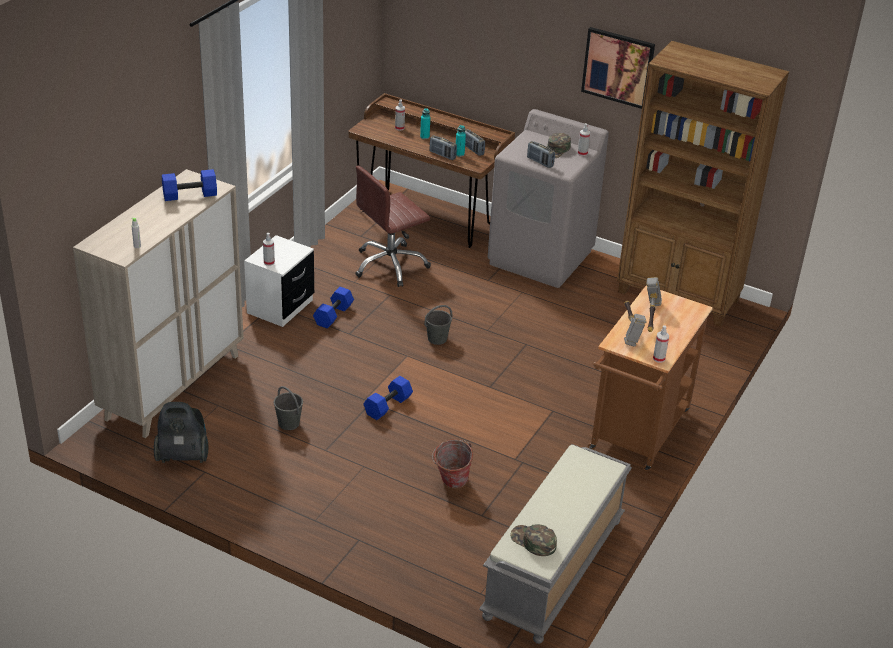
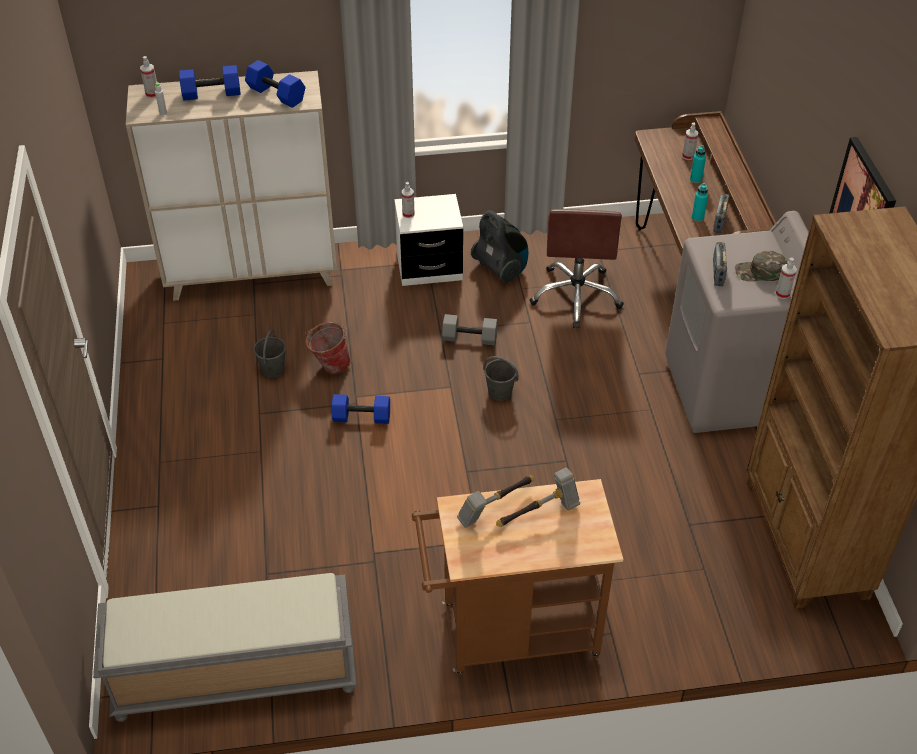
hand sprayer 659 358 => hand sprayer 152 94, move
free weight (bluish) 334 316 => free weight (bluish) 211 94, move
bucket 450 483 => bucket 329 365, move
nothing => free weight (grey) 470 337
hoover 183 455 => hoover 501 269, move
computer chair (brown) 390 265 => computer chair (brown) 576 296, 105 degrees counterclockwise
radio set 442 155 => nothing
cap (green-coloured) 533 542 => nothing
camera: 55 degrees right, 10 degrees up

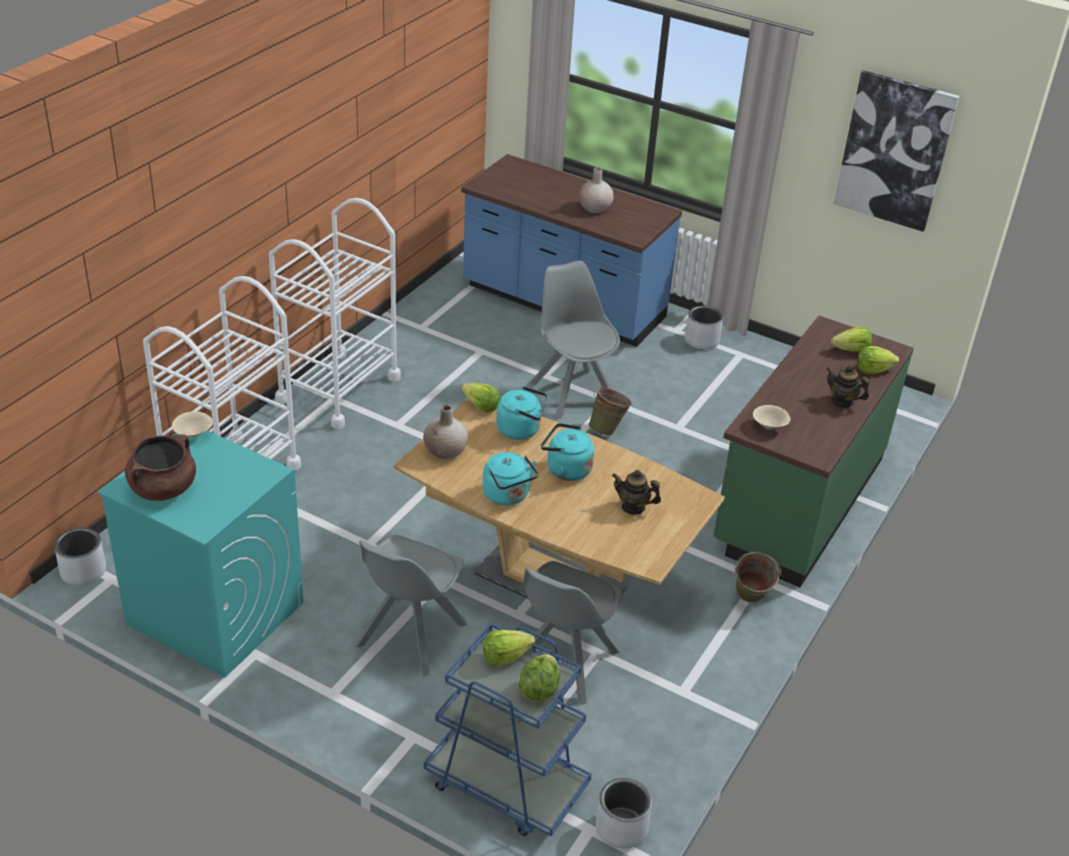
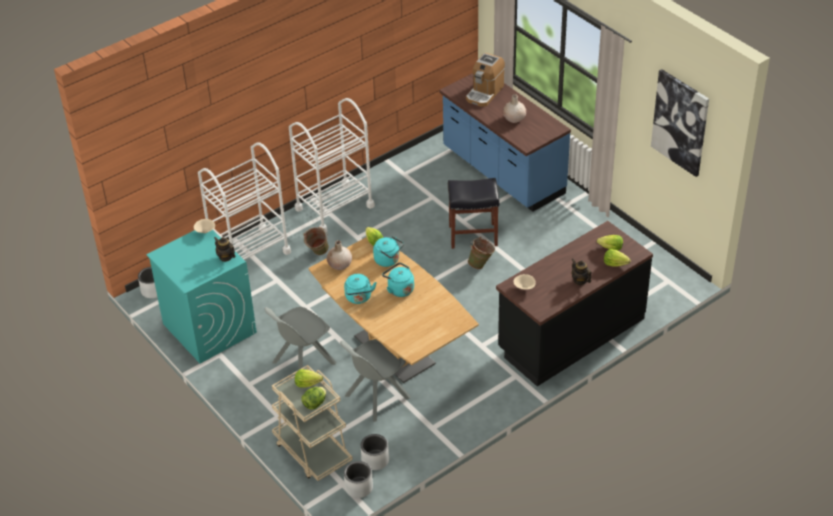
pot for tea 633 507 => pot for tea 225 257, move
wheeled cart (bluish) 505 784 => wheeled cart (beige) 312 451
bucket (green-coloured) 750 601 => bucket (green-coloured) 317 254, move
planter (grey) 702 341 => planter (grey) 375 460, move
chair (grey) 572 391 => sitting stool (blackish) 473 235
nothing => coffee brewer 484 93
kitchen base unit (green-coloured) 797 501 => kitchen base unit (blackish) 570 334
saucepot (brown) 163 488 => nothing
camera: 25 degrees right, 5 degrees up

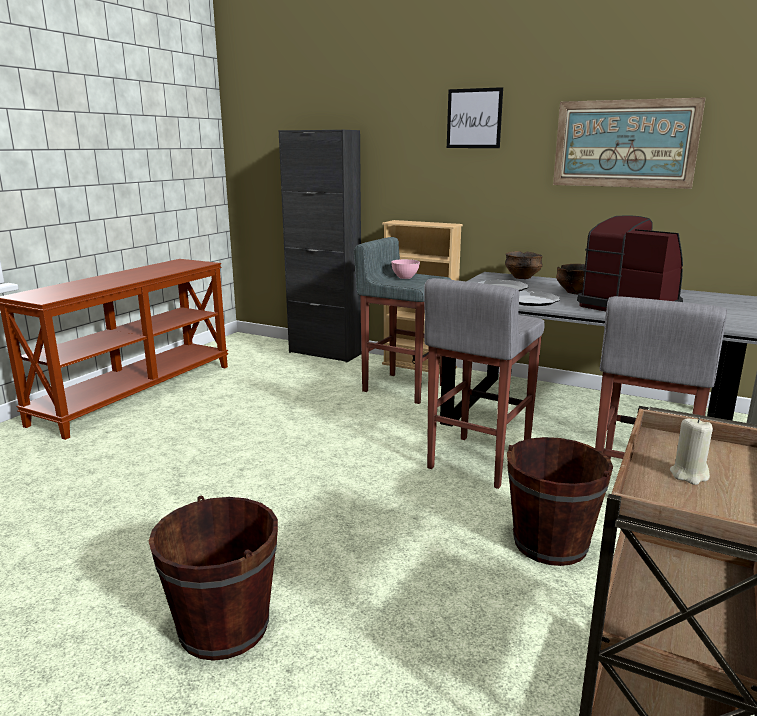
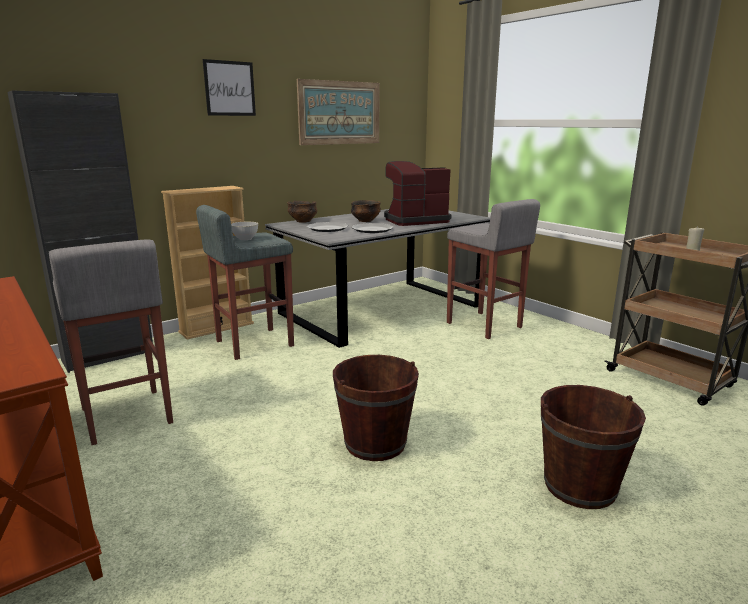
sitting stool (grey) 477 461 => sitting stool (grey) 125 416, move
bowl (pink) 405 277 => bowl (grey) 245 239
bucket (brown) 550 543 => bucket (brown) 375 443, move
camera: 65 degrees left, 0 degrees up

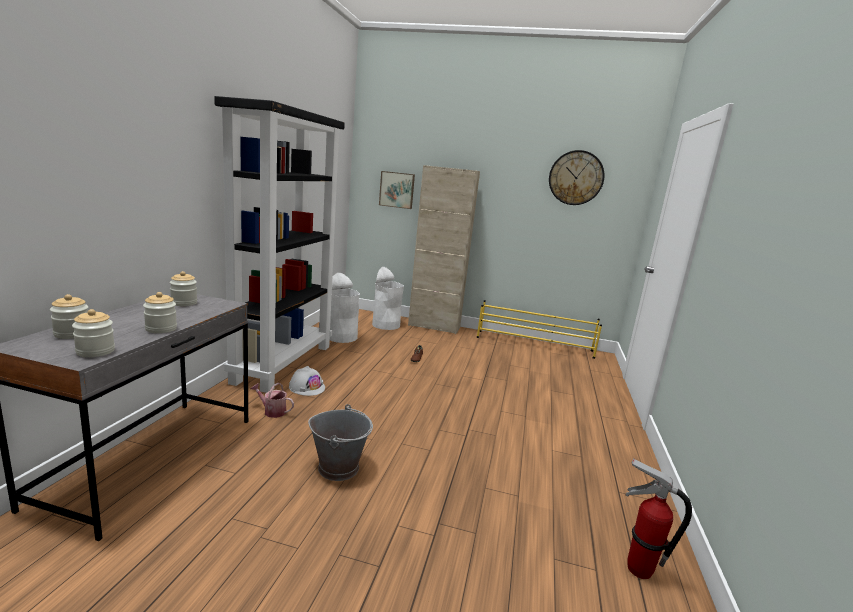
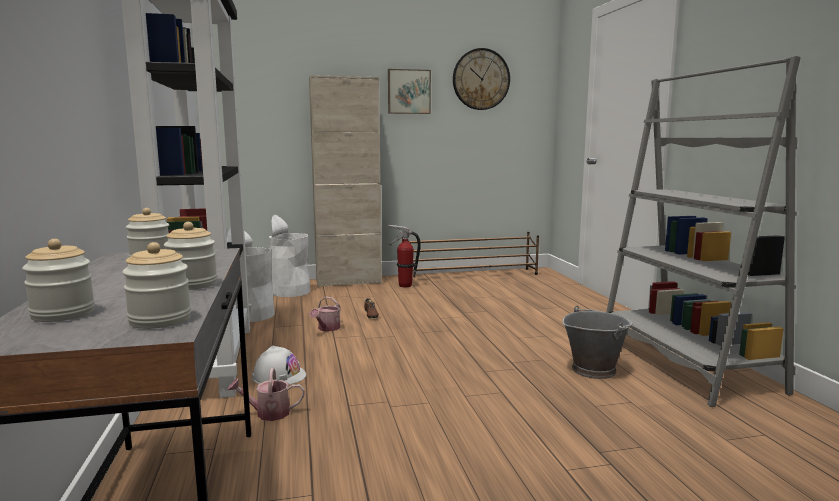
nothing => watering pot 327 329
wall picture 397 190 => wall picture 408 92, move
extinguisher 638 569 => extinguisher 404 285, move
shoe rack (yellow) 535 344 => shoe rack (brown) 470 275
bucket (grey) 339 467 => bucket (grey) 593 369, move
nothing => bookcase (grey) 685 363
camera: 25 degrees left, 5 degrees down

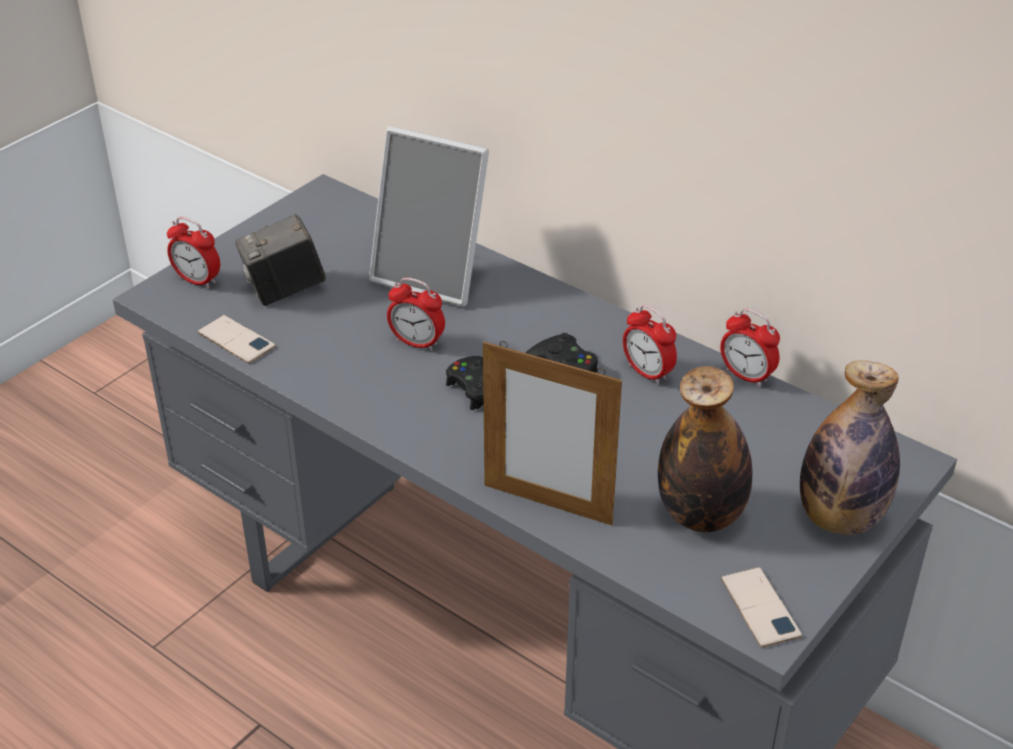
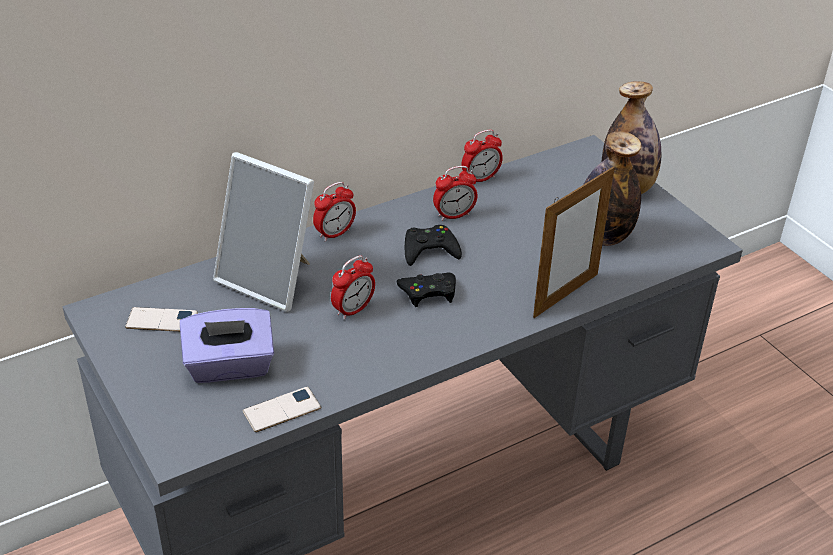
telephone 760 607 => telephone 161 320, move
still camera 284 290 => box of tissues (purplish) 230 367
standing frame 434 275 => standing frame 270 280, 75 degrees clockwise
table clock 197 280 => table clock 334 233, move
camera: 70 degrees left, 0 degrees up

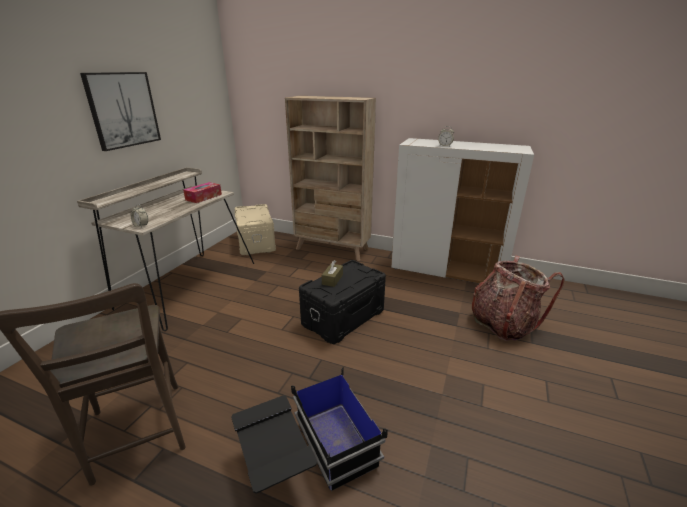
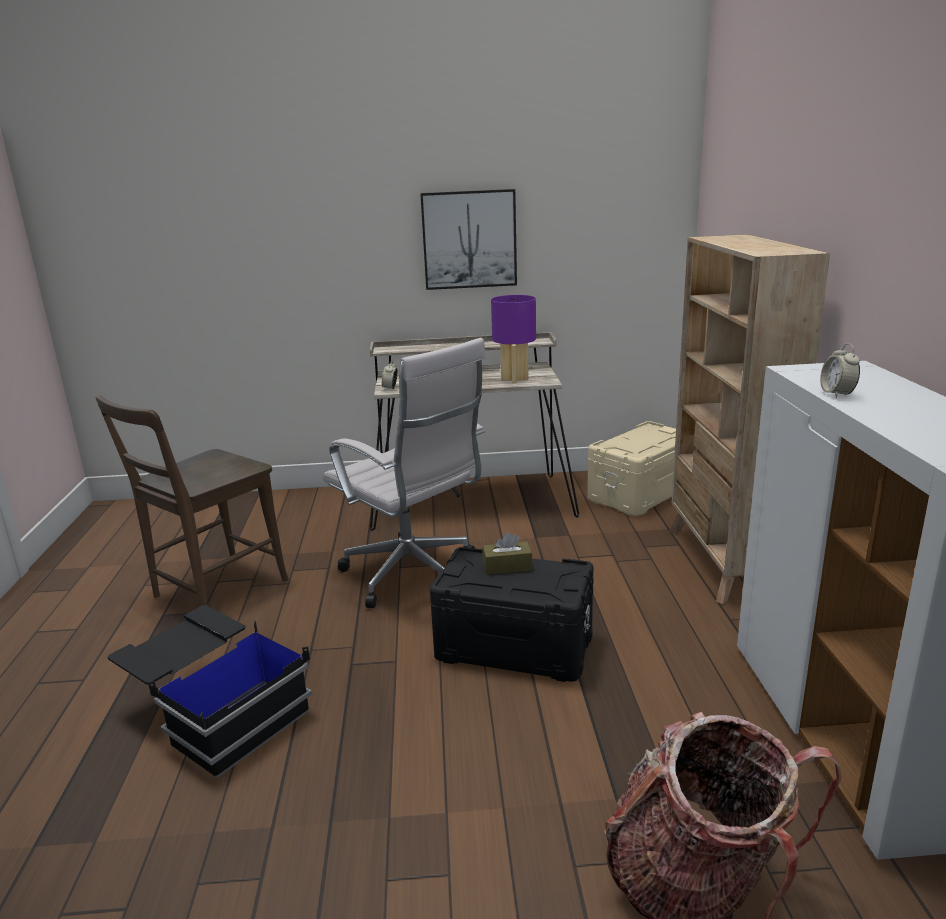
nothing => computer chair (whitish) 414 576
box of tissues 203 197 => table lamp (purplish) 515 379
camera: 65 degrees right, 5 degrees down

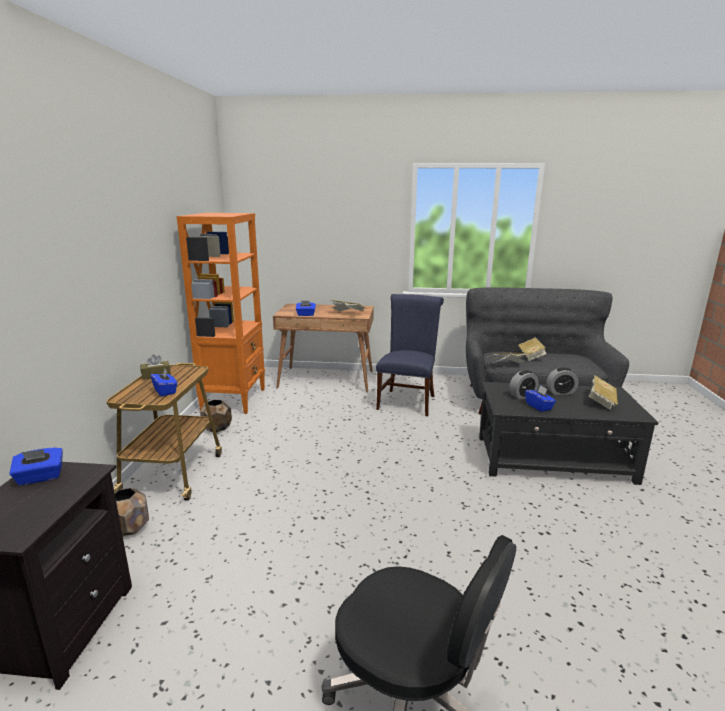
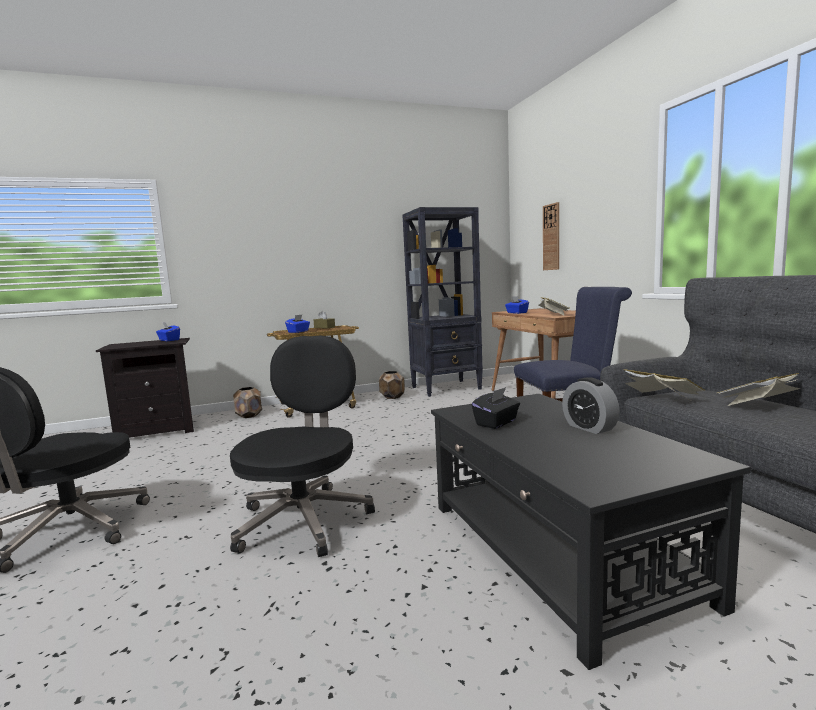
nothing => computer chair (blackish) 304 519
bookcase (orange-coloured) 234 399 => bookcase (blackish) 447 388
box of tissues (bluish) 539 406 => box of tissues (blackish) 496 423
nothing => hanging clock 551 237
table clock 522 395 => nothing
bound book 601 401 => nothing
camera: 65 degrees right, 10 degrees down

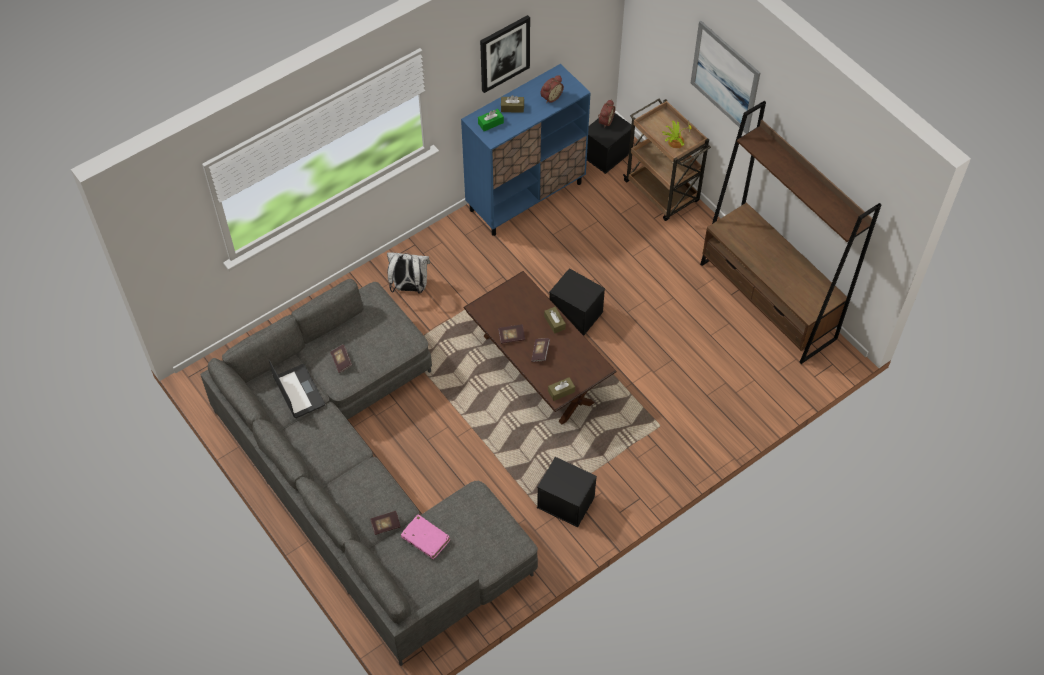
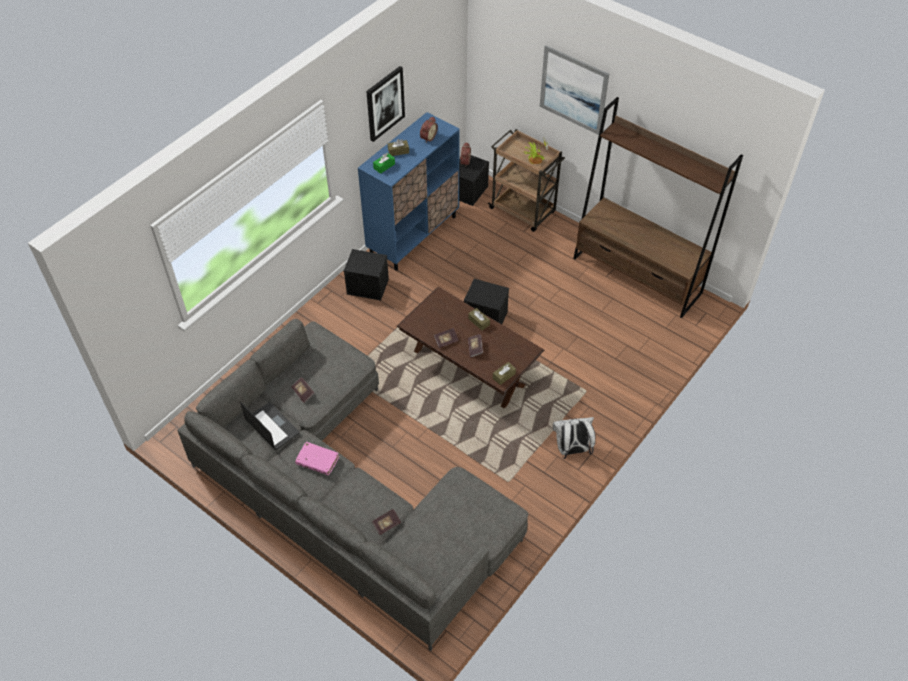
bound book (pink) 425 539 => bound book (pink) 317 461, move
storage container (blackish) 566 502 => storage container (blackish) 368 286, move
rucksack (whitish) 409 287 => rucksack (whitish) 572 450, move
camera: 15 degrees left, 5 degrees down

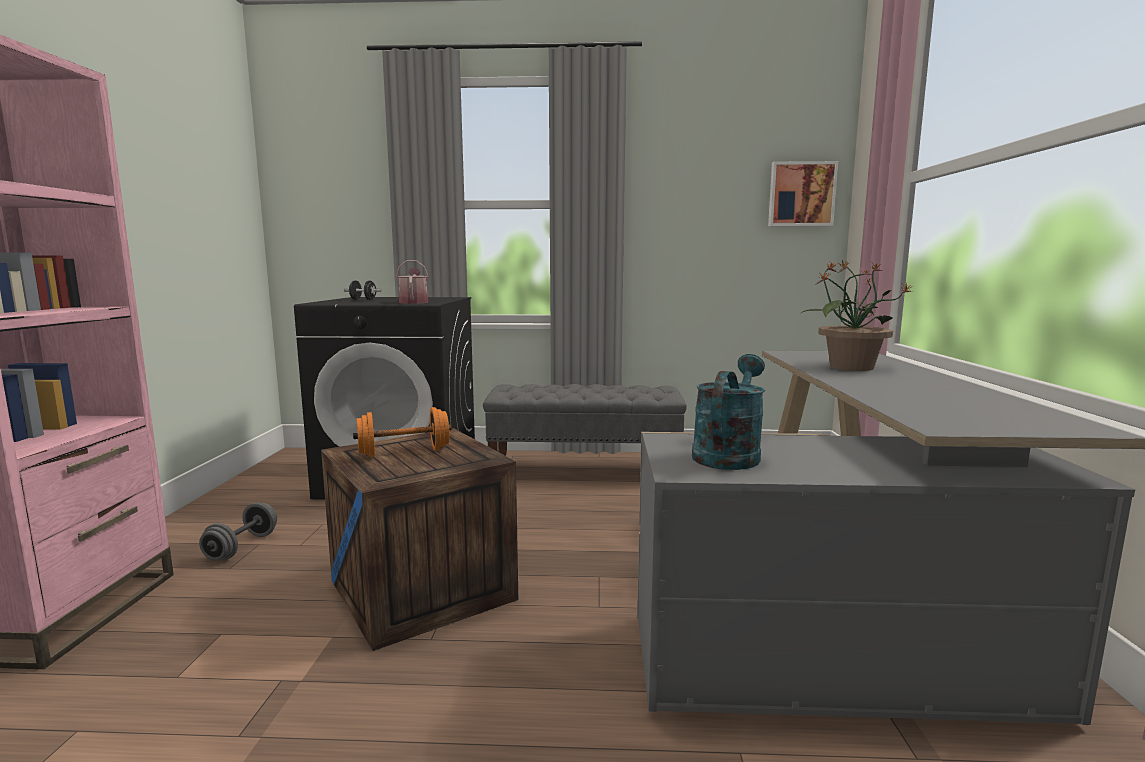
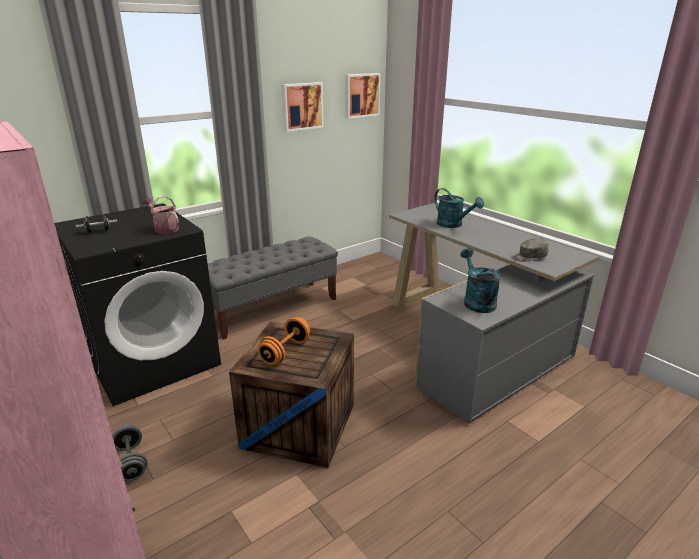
nothing => wall picture 302 106
potted plant 849 367 => watering pot (turquoise-coloured) 453 225
nothing => cap (grey) 529 257
camera: 40 degrees left, 15 degrees up

